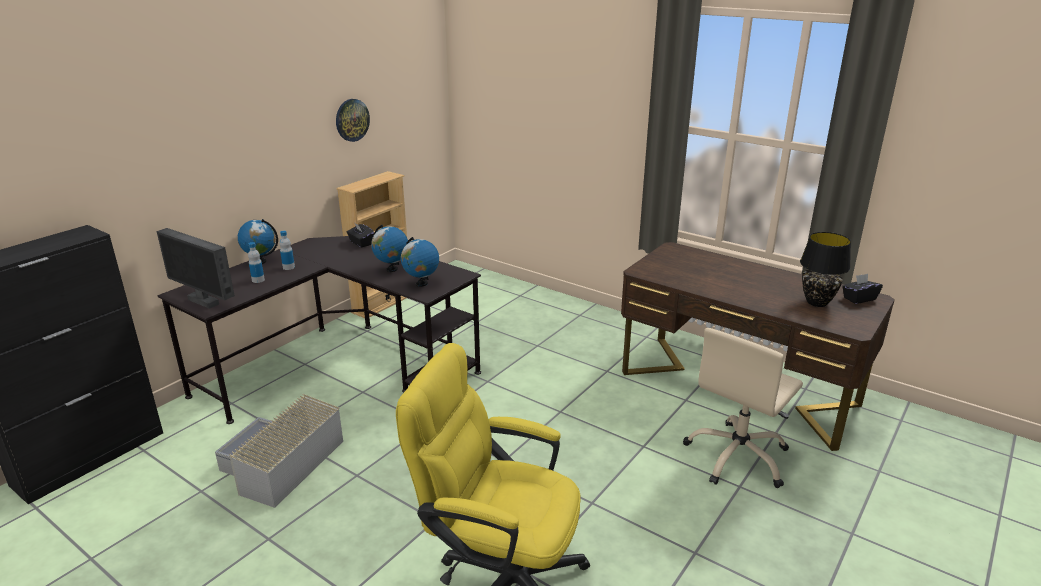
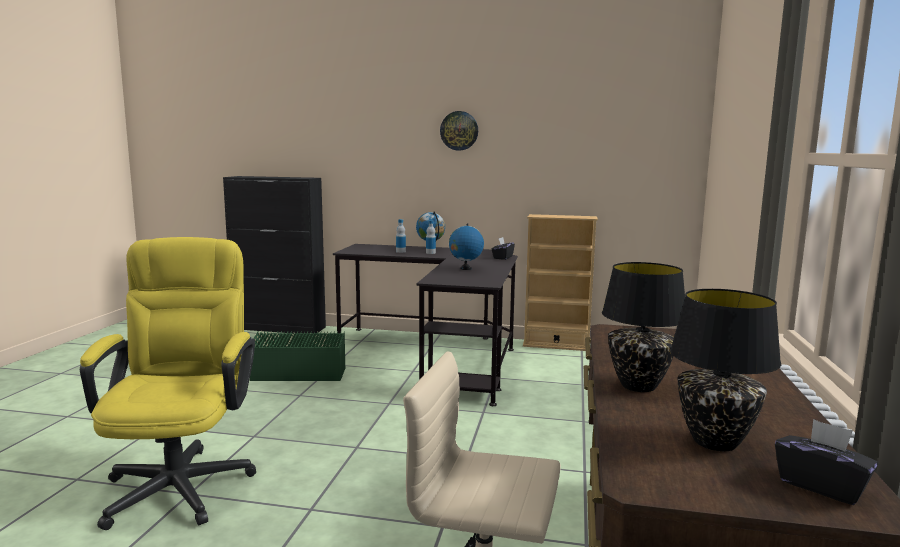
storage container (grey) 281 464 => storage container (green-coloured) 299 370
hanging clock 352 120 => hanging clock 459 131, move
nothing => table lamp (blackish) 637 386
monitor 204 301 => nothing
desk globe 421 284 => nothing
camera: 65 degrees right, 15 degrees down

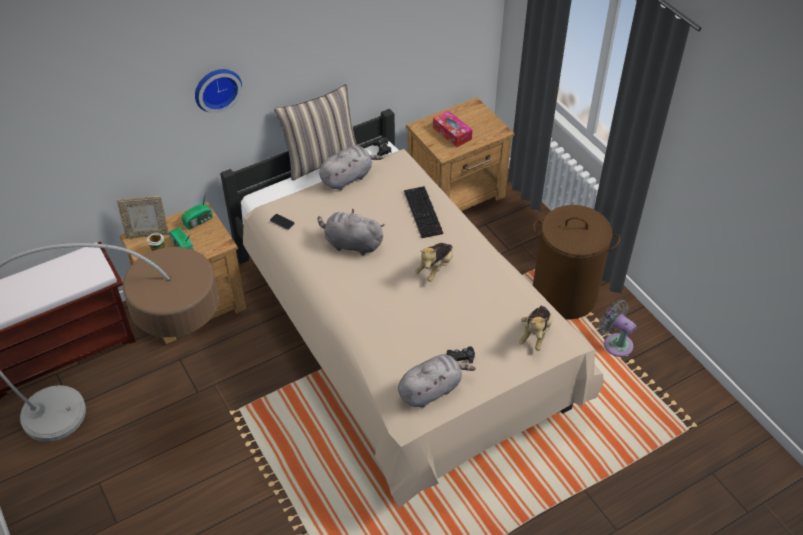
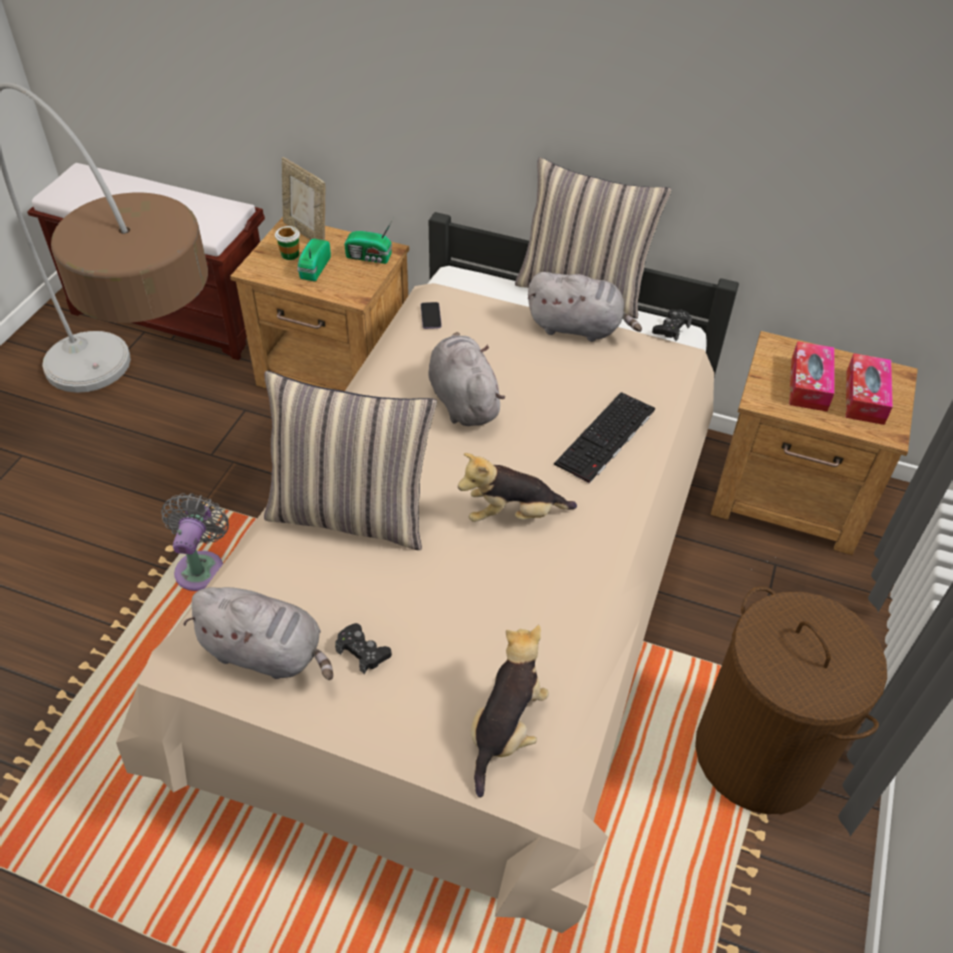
electric fan (grey) 615 343 => electric fan (grey) 201 566, move
nothing => throw pillow 351 514
soft toy 535 334 => soft toy 506 728, 135 degrees clockwise
nothing => box of tissues 865 397
hanging clock 216 88 => nothing
camera: 50 degrees right, 0 degrees up

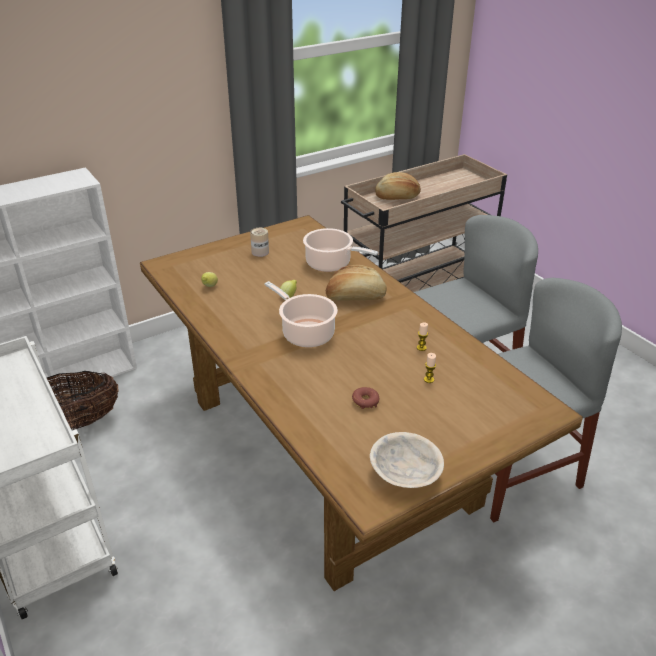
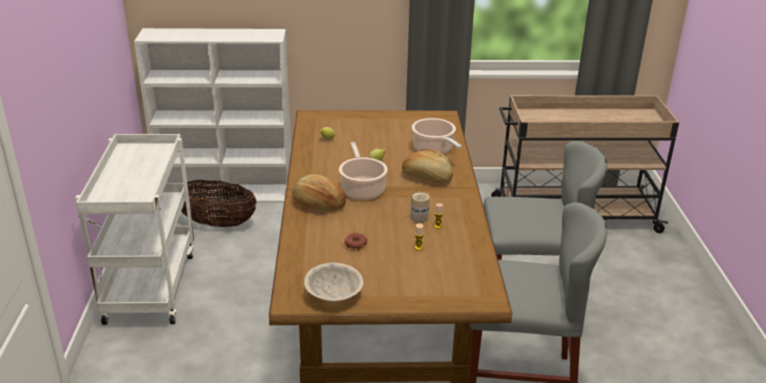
bakery bread 397 197 => bakery bread 318 204, move
can 260 252 => can 419 217, move
camera: 30 degrees right, 5 degrees down

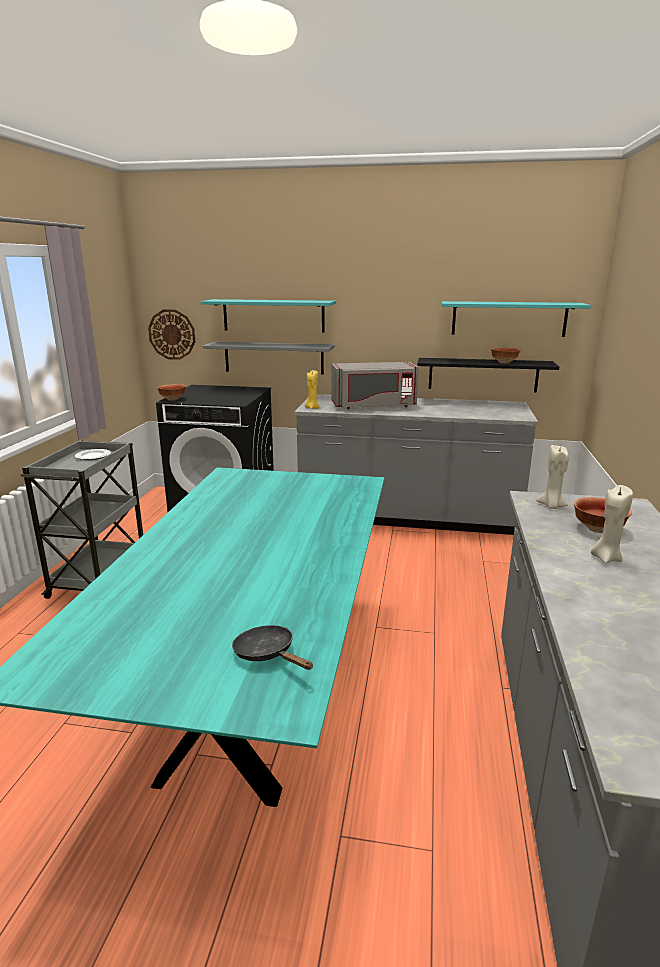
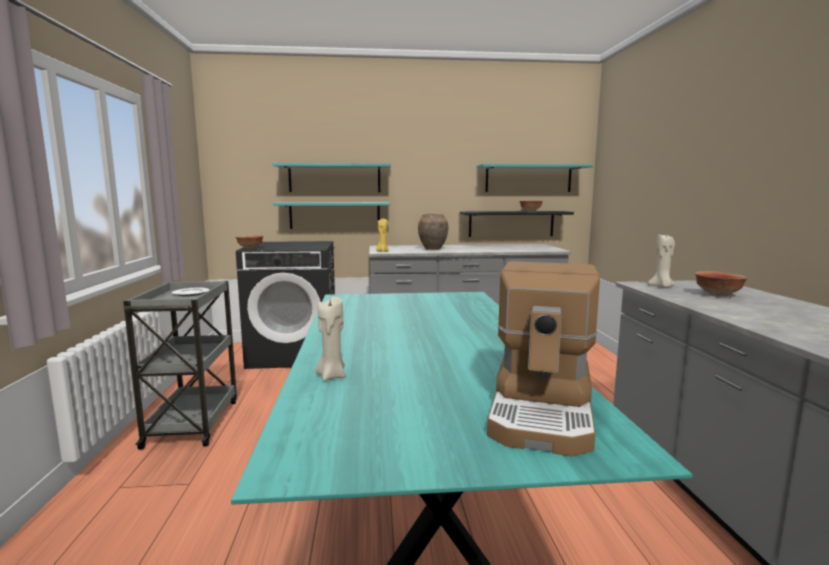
shelf (grey) 273 358 => shelf (turquoise-coloured) 335 215
candle (beige) 606 558 => candle (beige) 331 376, move
microwave (grey) 373 406 => decorative vase (brown) 433 249
pan (blackish) 268 654 => coffee brewer 544 410
hanging clock 172 334 => nothing
camera: 15 degrees left, 10 degrees down

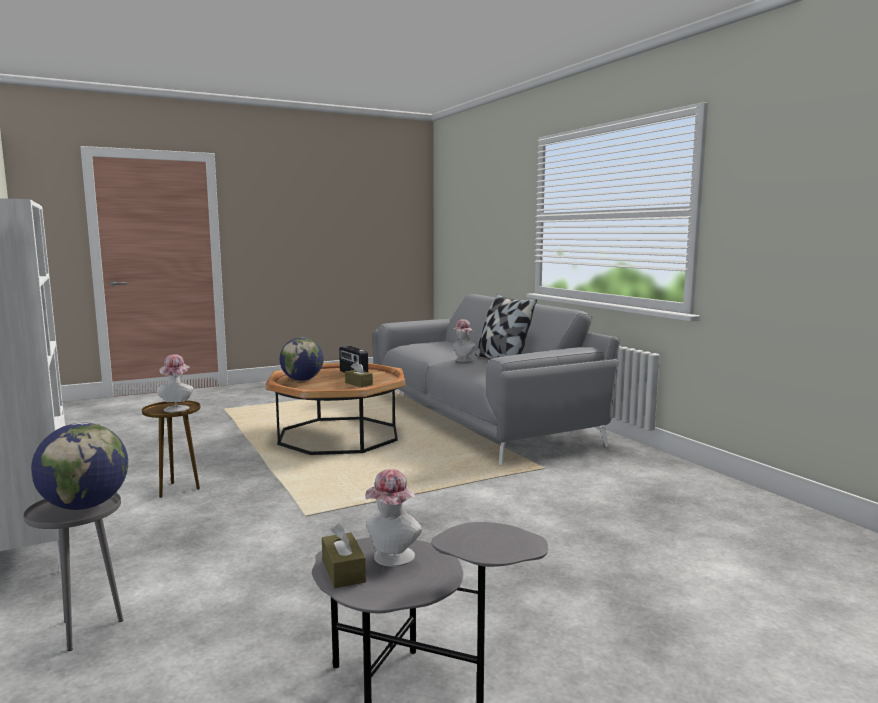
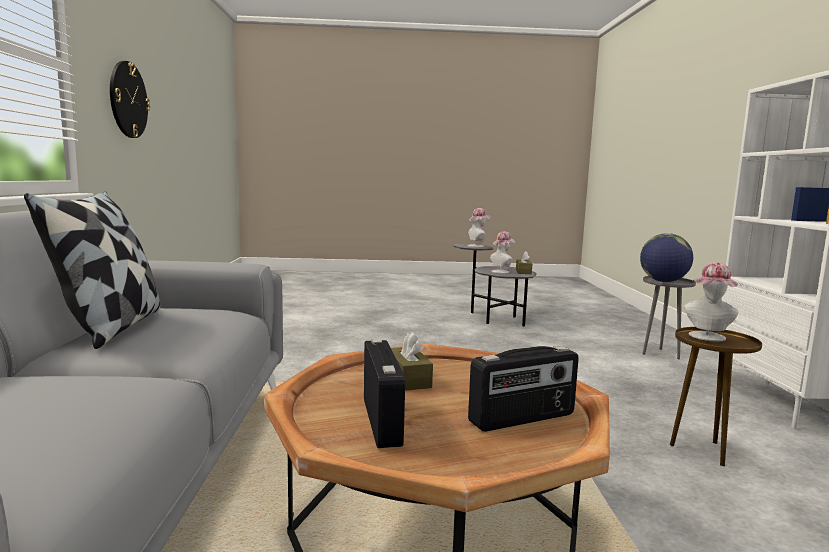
nothing => hanging clock 128 100
wearable hat 463 360 => wearable hat 477 246, move
desk globe 302 380 => radio set 523 419
camera: 155 degrees left, 0 degrees up

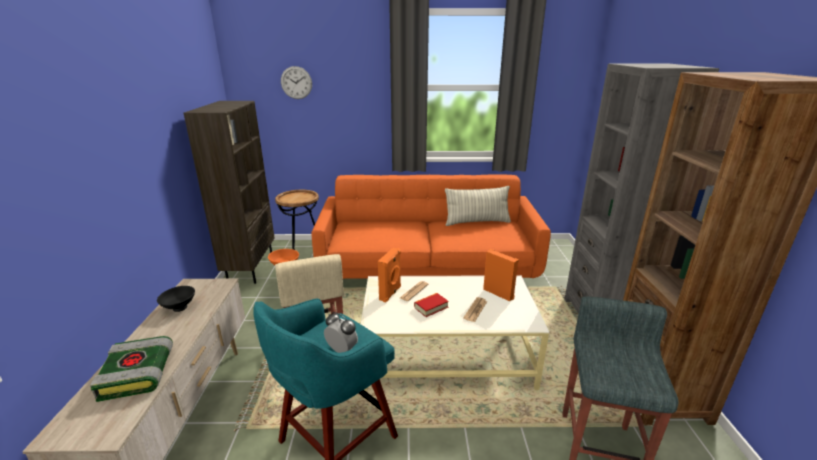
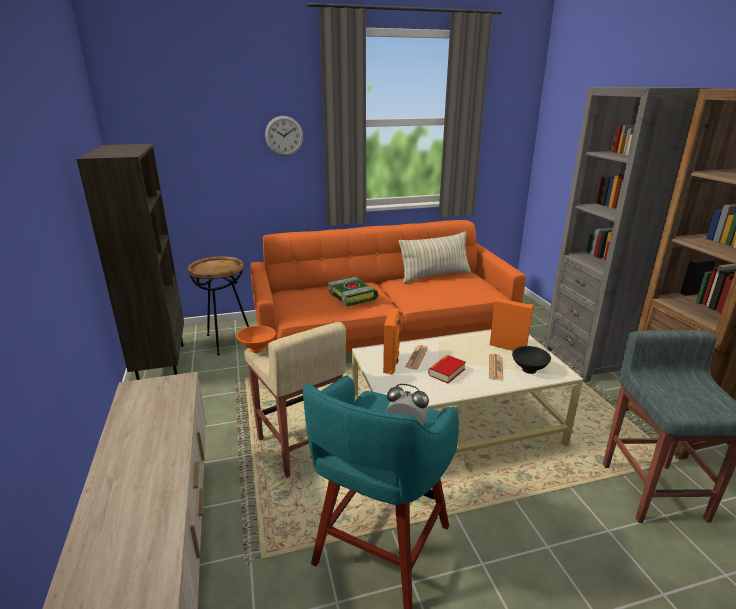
hanging clock 296 82 => hanging clock 284 135, move
bound book 138 374 => bound book 353 296, move
bowl (blackish) 179 308 => bowl (blackish) 530 370, move
camera: 15 degrees left, 0 degrees up

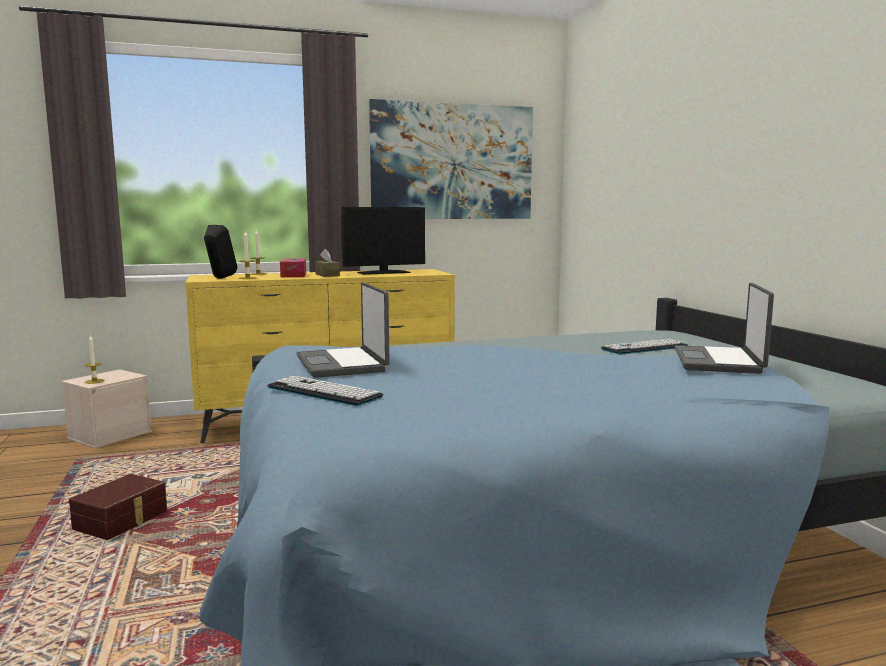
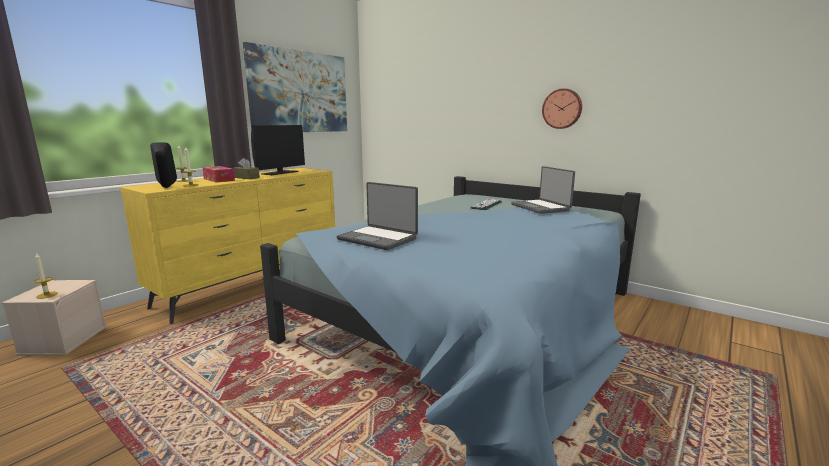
nothing => hanging clock 562 108
storage container (brown) 122 521 => nothing
PC keyboard 324 392 => nothing
camera: 35 degrees left, 5 degrees up

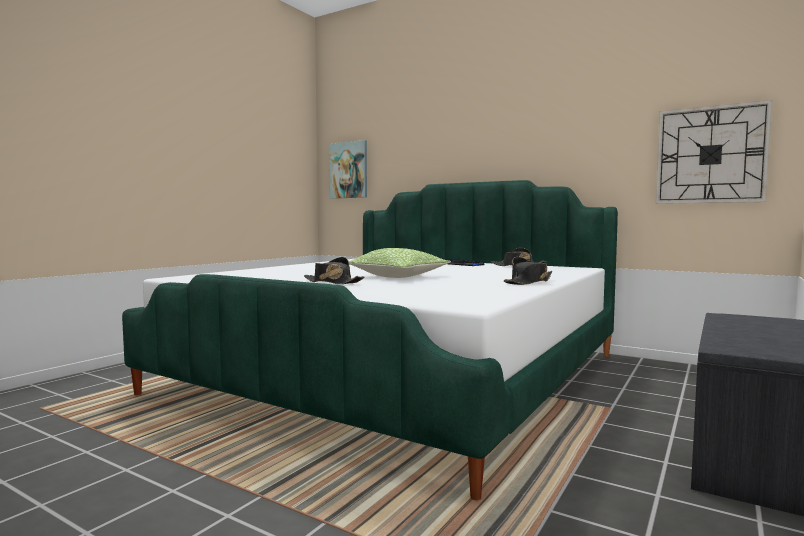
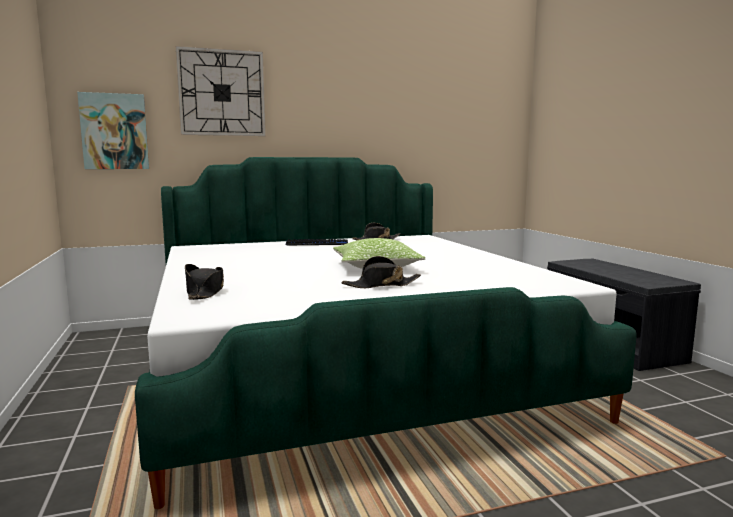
hanging clock 710 155 => hanging clock 222 93, move
wearable hat (blackish) 528 282 => wearable hat (blackish) 205 292, move
camera: 50 degrees left, 5 degrees up

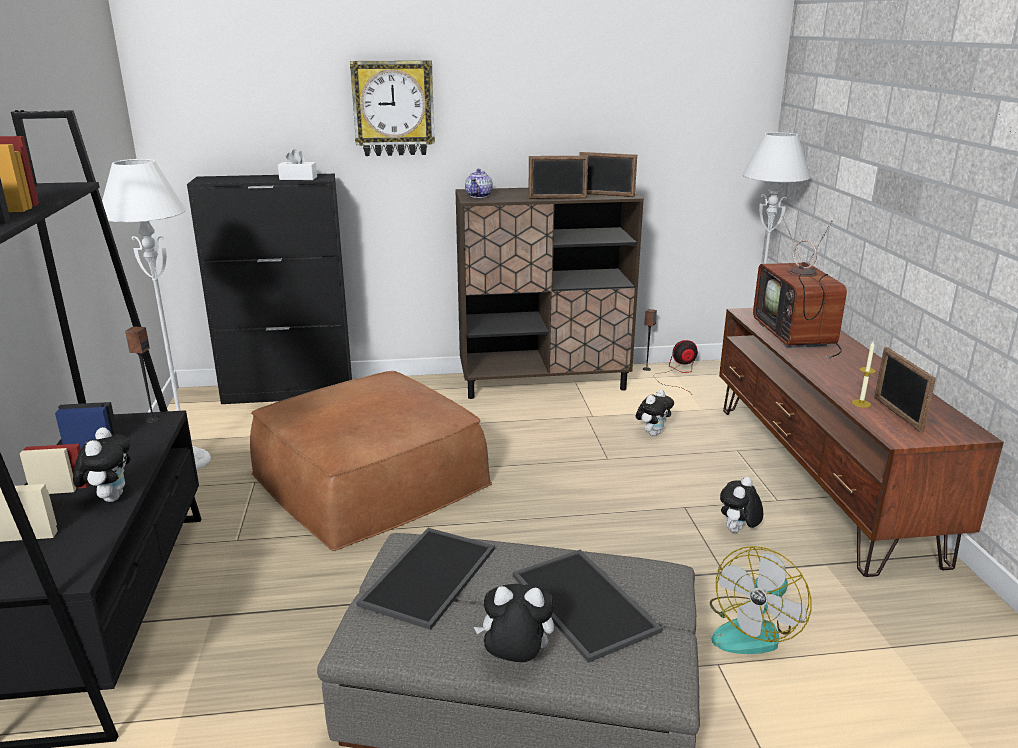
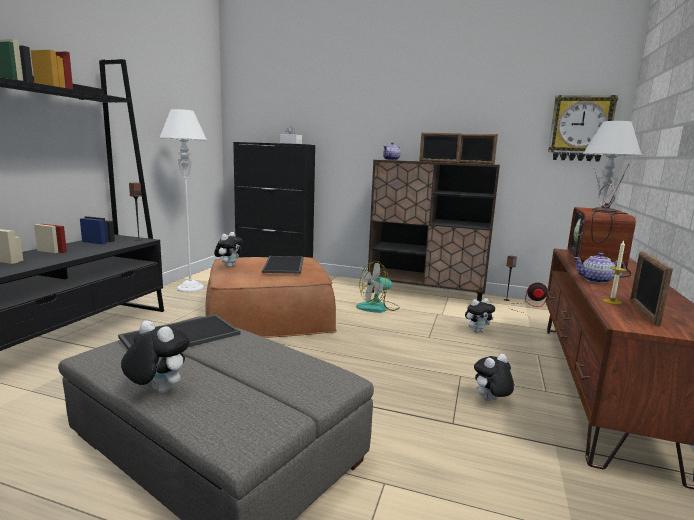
soft toy 110 497 => soft toy 229 266, move
carrying tray 586 603 => carrying tray 285 265, move
electric fan 753 630 => electric fan 378 307, move
hanging clock 393 108 => hanging clock 580 128, move
nothing => pot for tea 596 280
camera: 25 degrees right, 10 degrees down

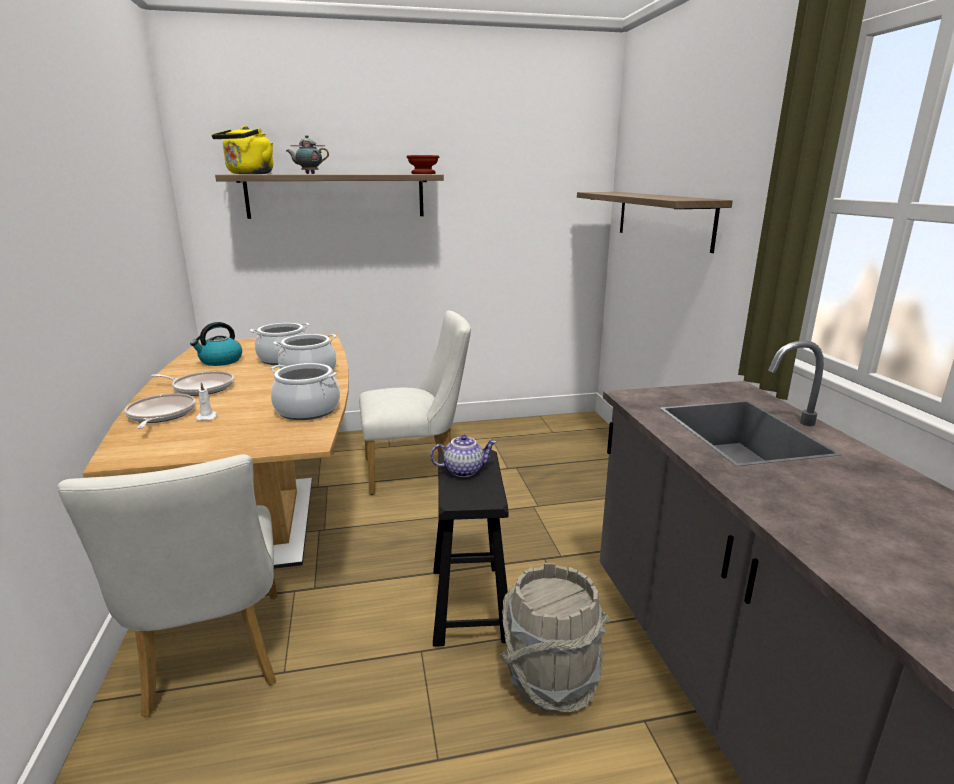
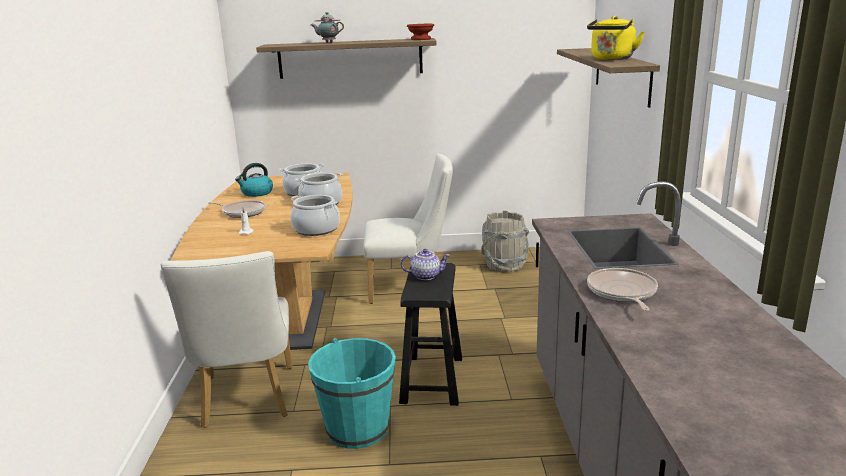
nothing => bucket (turquoise-coloured) 357 429
bucket (grey) 551 680 => bucket (grey) 504 265, move
kettle (yellow) 248 174 => kettle (yellow) 611 59, move
pan 160 415 => pan 622 292, move
camera: 10 degrees right, 0 degrees up

